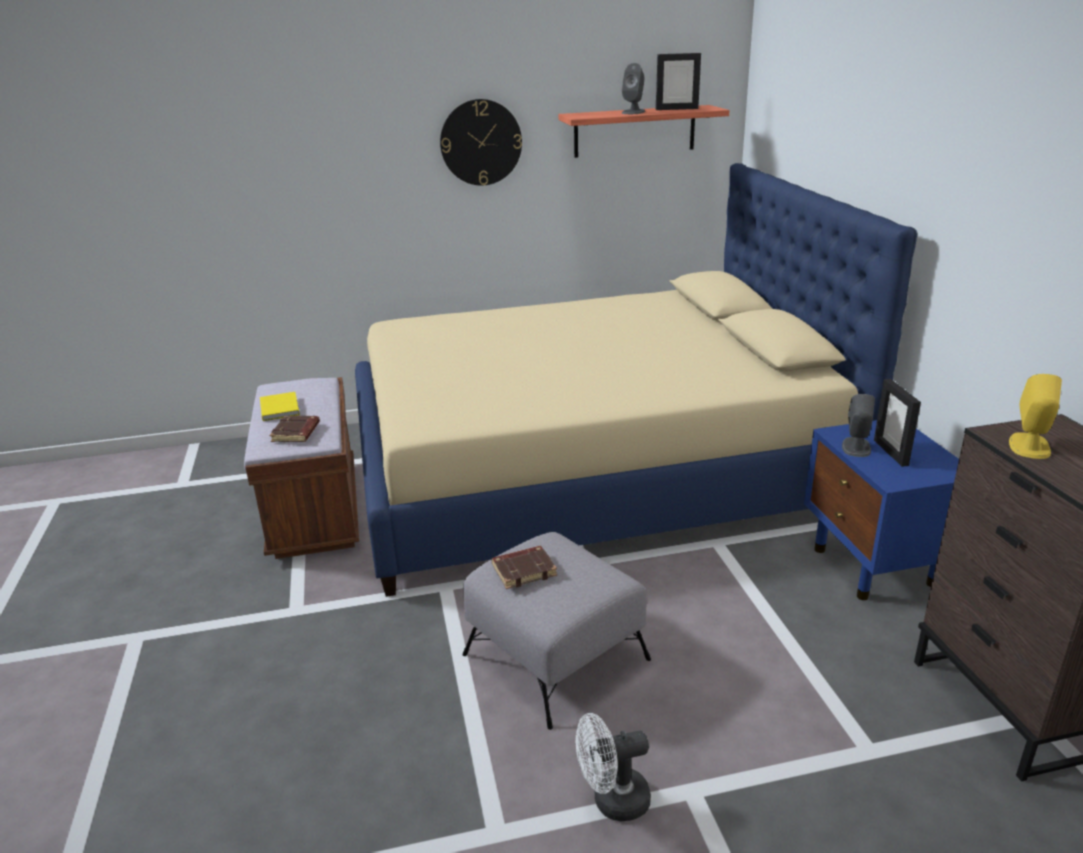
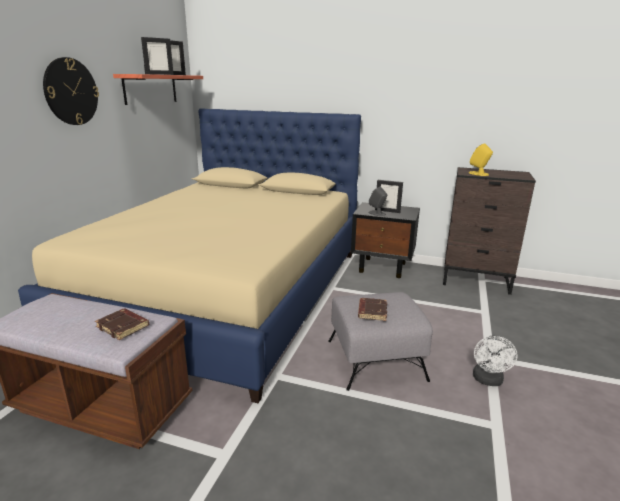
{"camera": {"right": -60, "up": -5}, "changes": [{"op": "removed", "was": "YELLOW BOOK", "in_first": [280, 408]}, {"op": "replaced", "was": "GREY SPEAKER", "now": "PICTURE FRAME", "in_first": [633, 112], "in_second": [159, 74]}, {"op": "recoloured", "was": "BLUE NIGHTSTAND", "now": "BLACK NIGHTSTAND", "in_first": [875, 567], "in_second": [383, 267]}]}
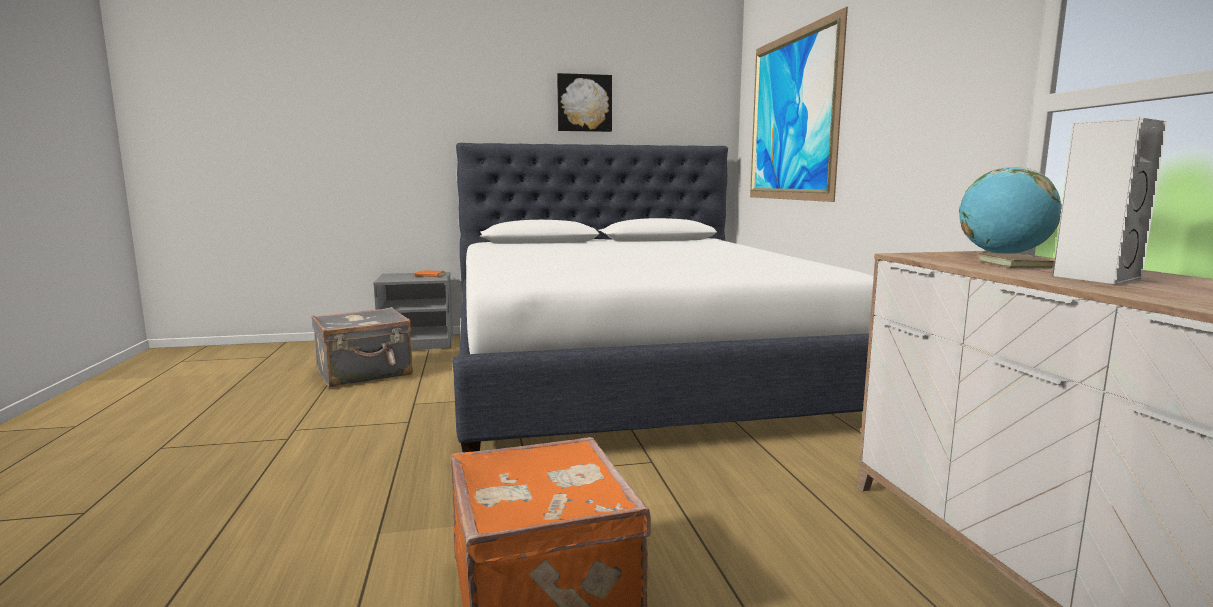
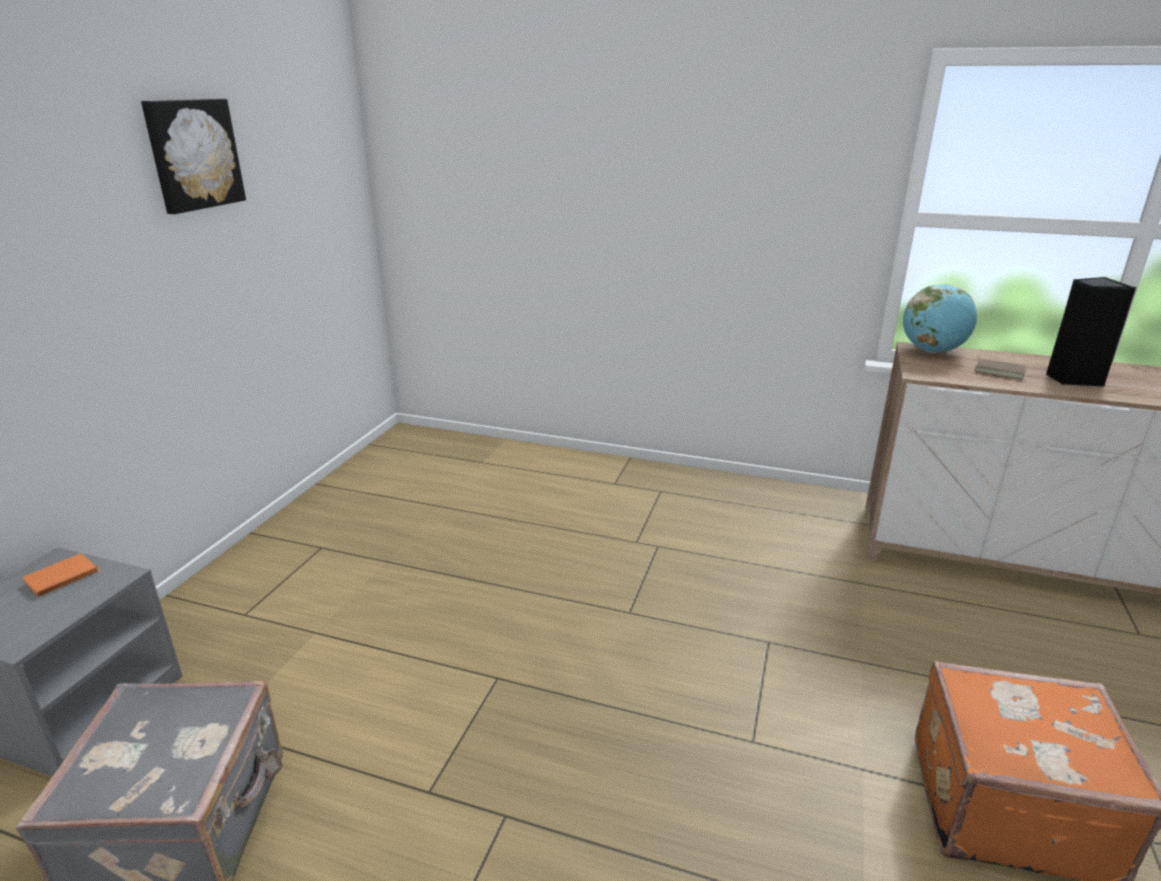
{"camera": {"right": -60, "up": 15}, "changes": [{"op": "removed", "was": "WHITE BED", "in_first": [631, 370]}, {"op": "removed", "was": "PICTURE", "in_first": [791, 117]}, {"op": "recoloured", "was": "WHITE SPEAKER", "now": "BLACK SPEAKER", "in_first": [1095, 278], "in_second": [1072, 379]}]}
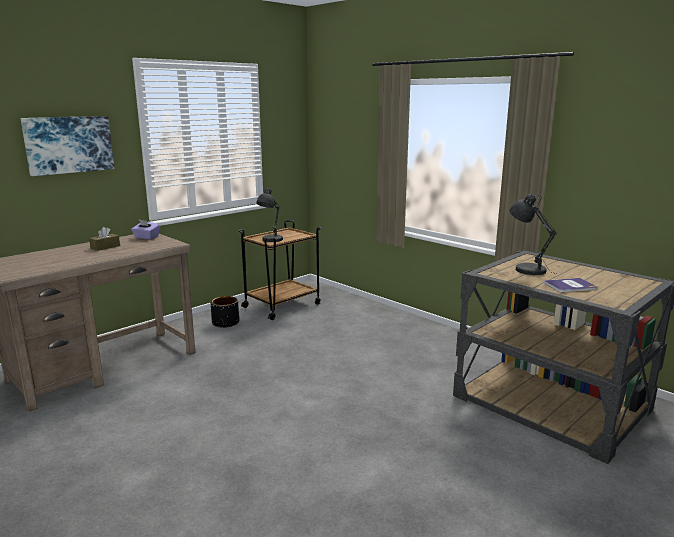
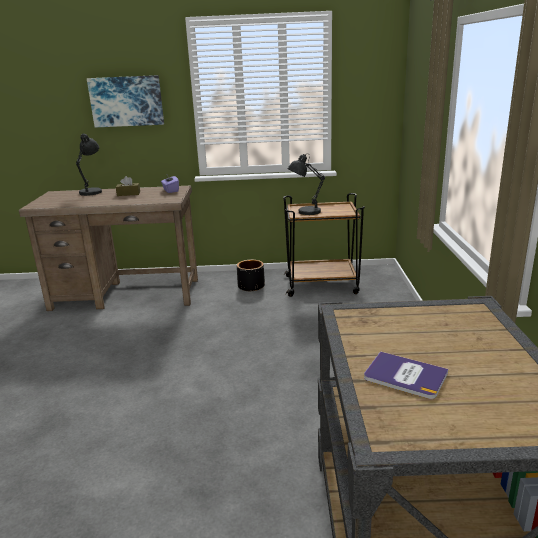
{"camera": {"right": 45, "up": 5}, "changes": [{"op": "moved", "was": "GREY TABLE LAMP", "in_first": [527, 269], "in_second": [92, 192]}]}
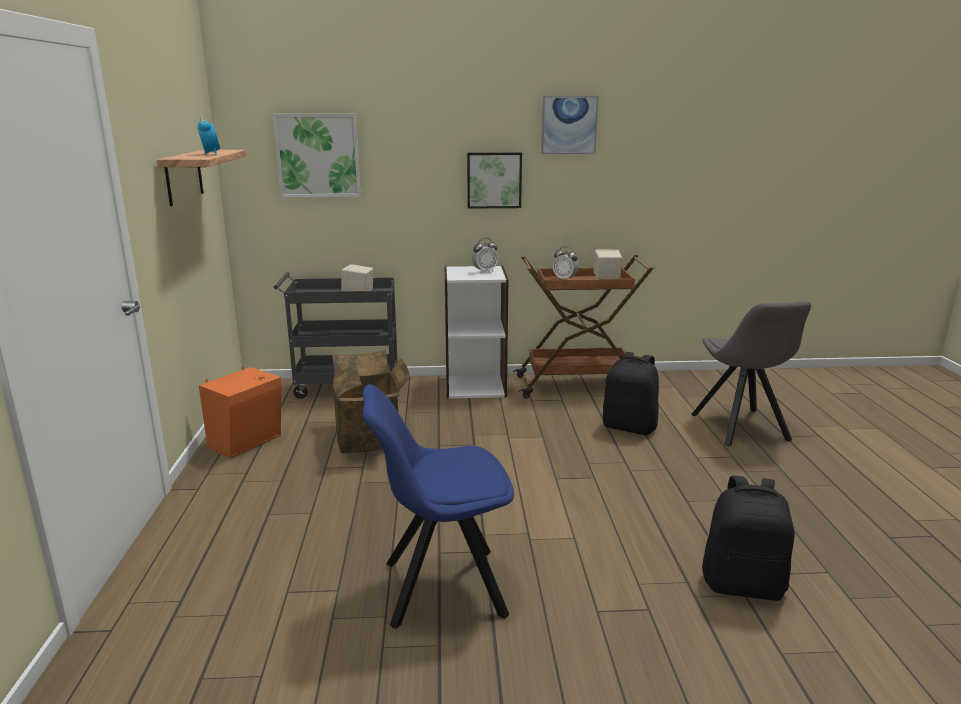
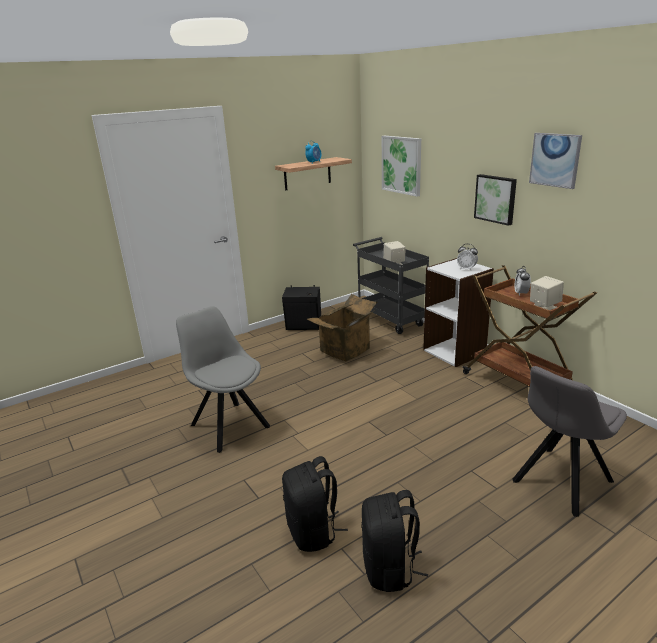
{"camera": {"right": 60, "up": 5}, "changes": [{"op": "moved", "was": "BLACK BACKPACK", "in_first": [630, 427], "in_second": [390, 568]}, {"op": "recoloured", "was": "ORANGE SPEAKER", "now": "BLACK SPEAKER", "in_first": [248, 442], "in_second": [304, 326]}, {"op": "recoloured", "was": "BLUE CHAIR", "now": "GREY CHAIR", "in_first": [442, 588], "in_second": [229, 426]}]}
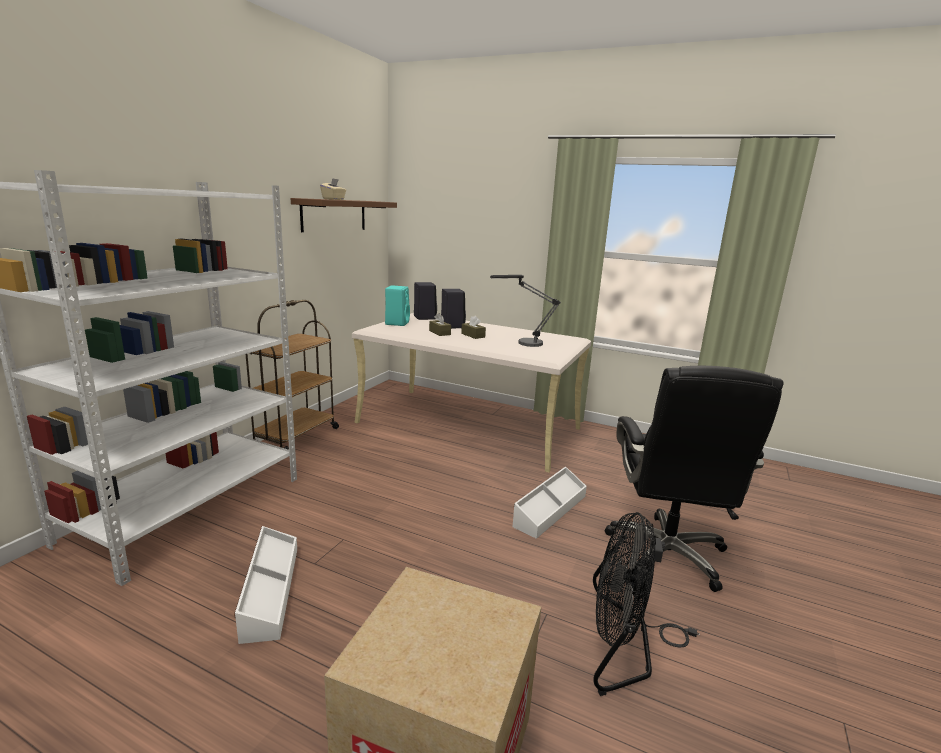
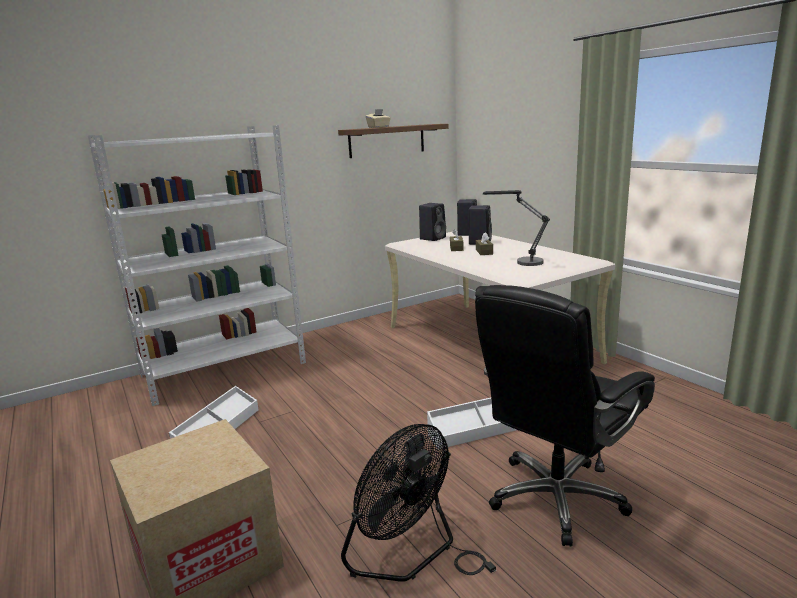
{"camera": {"right": 35, "up": 0}, "changes": [{"op": "removed", "was": "BROWN CART", "in_first": [296, 438]}, {"op": "recoloured", "was": "TURQUOISE SPEAKER", "now": "BLACK SPEAKER", "in_first": [397, 323], "in_second": [433, 238]}]}
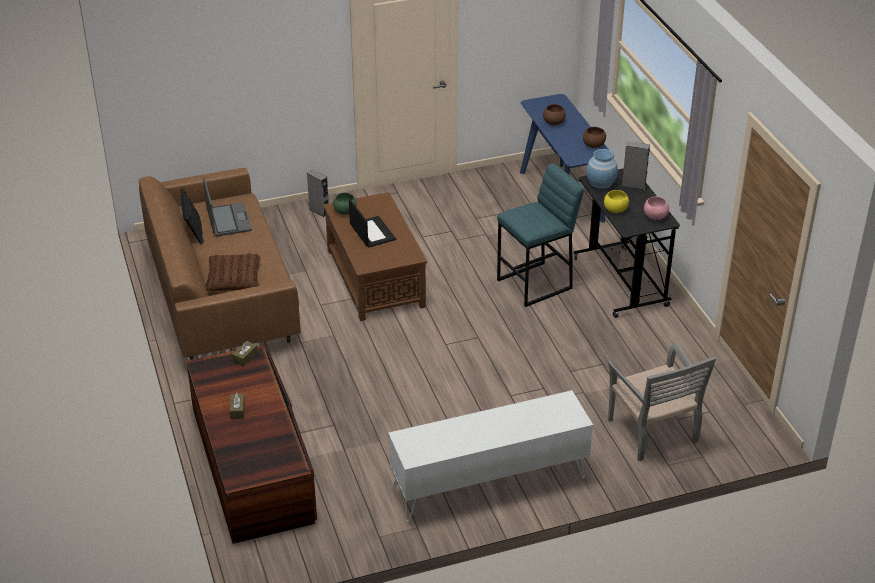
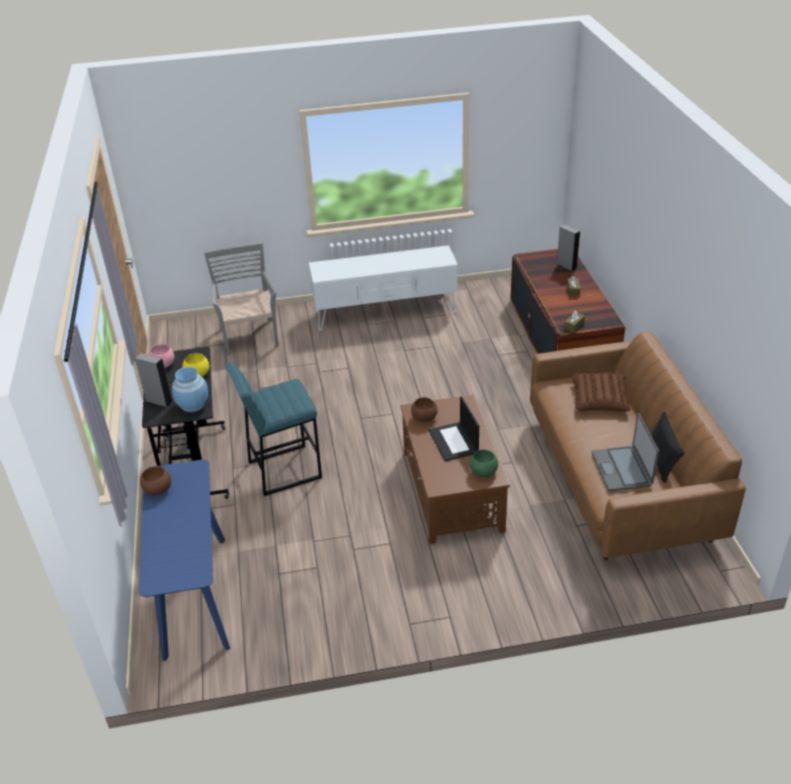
{"camera": {"right": -170, "up": 0}, "changes": [{"op": "moved", "was": "GREY SPEAKER", "in_first": [319, 211], "in_second": [566, 266]}, {"op": "moved", "was": "BROWN BOWL", "in_first": [554, 122], "in_second": [423, 418]}]}
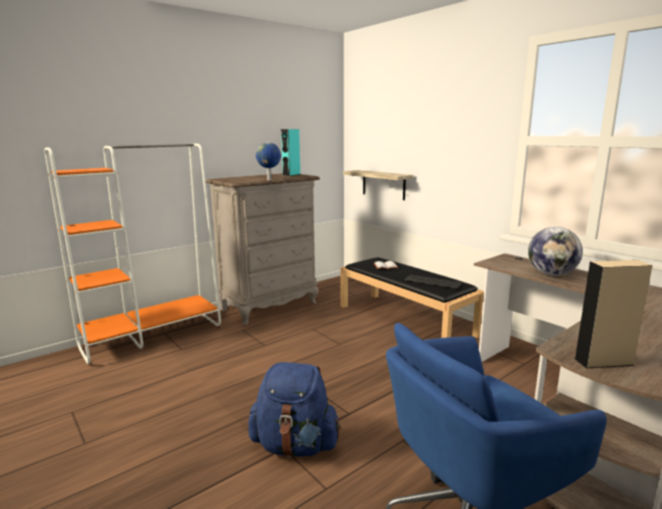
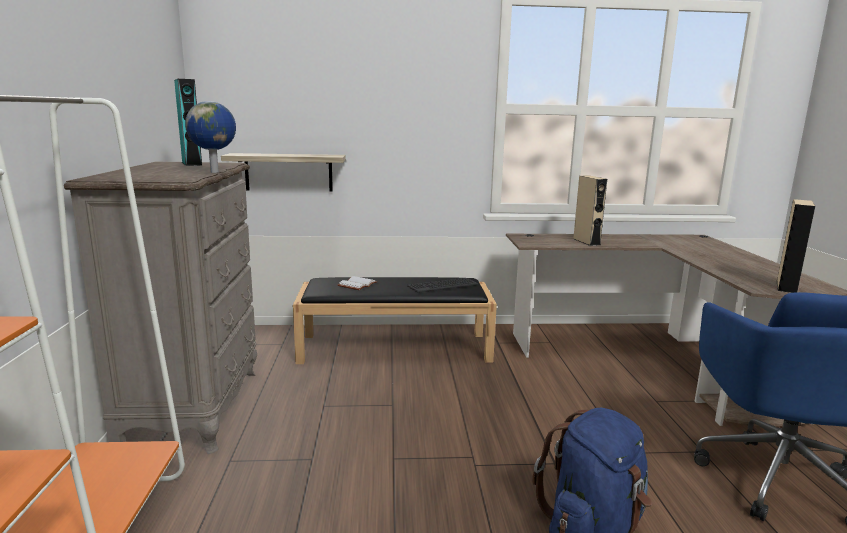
{"camera": {"right": -55, "up": 0}, "changes": [{"op": "replaced", "was": "GLOBE", "now": "BEIGE SPEAKER", "in_first": [551, 274], "in_second": [586, 241]}]}
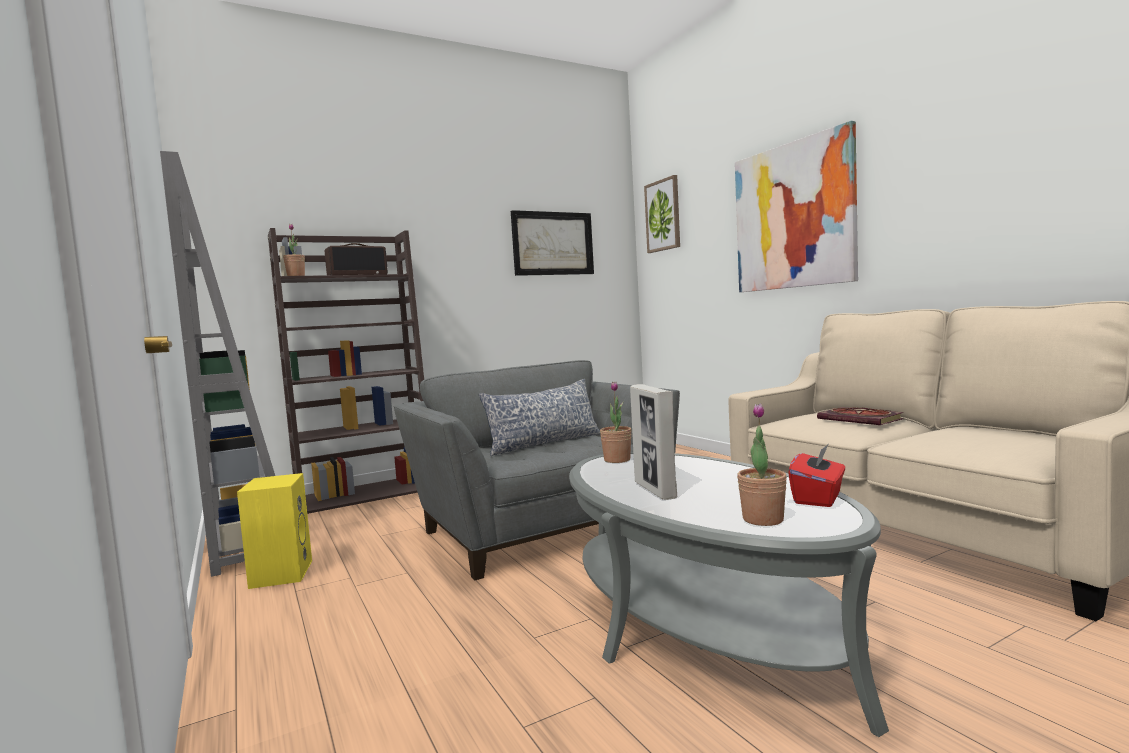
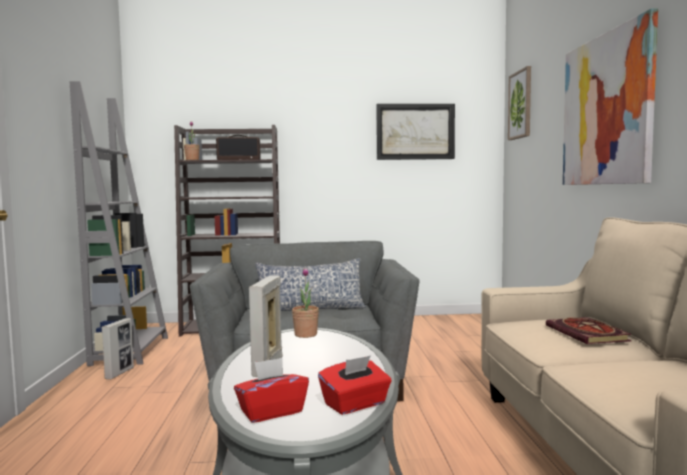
{"camera": {"right": 25, "up": 0}, "changes": [{"op": "replaced", "was": "YELLOW SPEAKER", "now": "PICTURE FRAME", "in_first": [280, 573], "in_second": [119, 373]}, {"op": "replaced", "was": "POTTED PLANT", "now": "RED TISSUE BOX", "in_first": [763, 519], "in_second": [271, 412]}]}
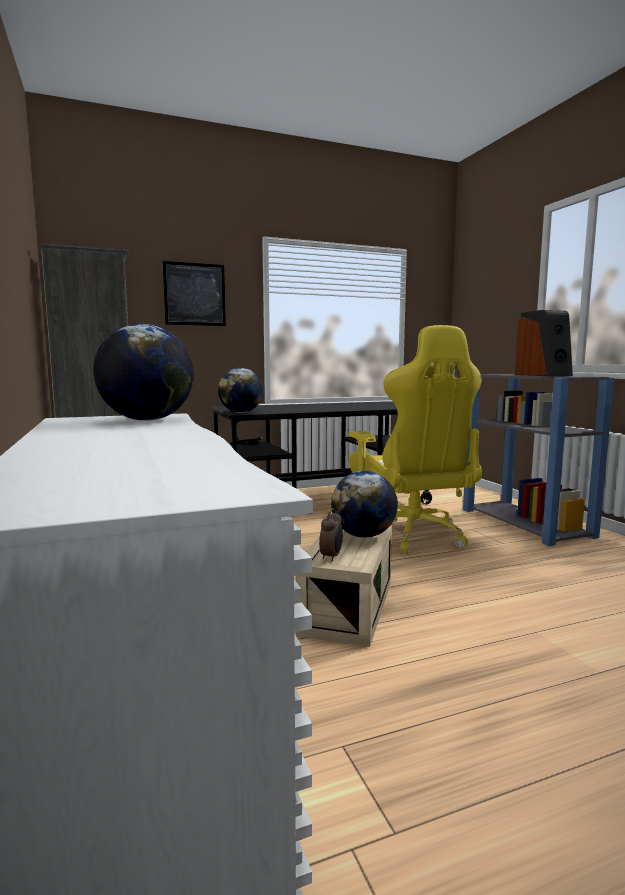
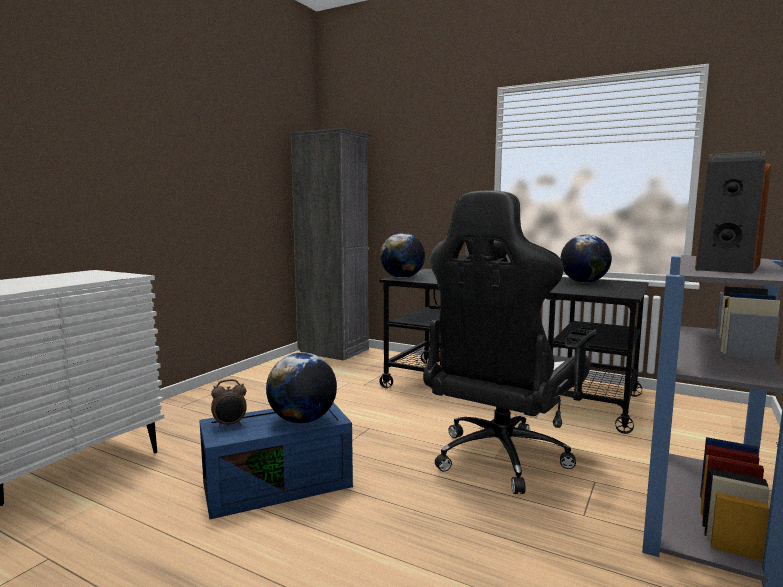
{"camera": {"right": 50, "up": 0}, "changes": [{"op": "removed", "was": "PICTURE", "in_first": [194, 294]}, {"op": "moved", "was": "GLOBE", "in_first": [147, 420], "in_second": [584, 282]}, {"op": "recoloured", "was": "BEIGE STORAGE BOX", "now": "BLUE STORAGE BOX", "in_first": [346, 605], "in_second": [279, 483]}, {"op": "recoloured", "was": "YELLOW OFFICE CHAIR", "now": "BLACK OFFICE CHAIR", "in_first": [409, 534], "in_second": [503, 454]}]}
